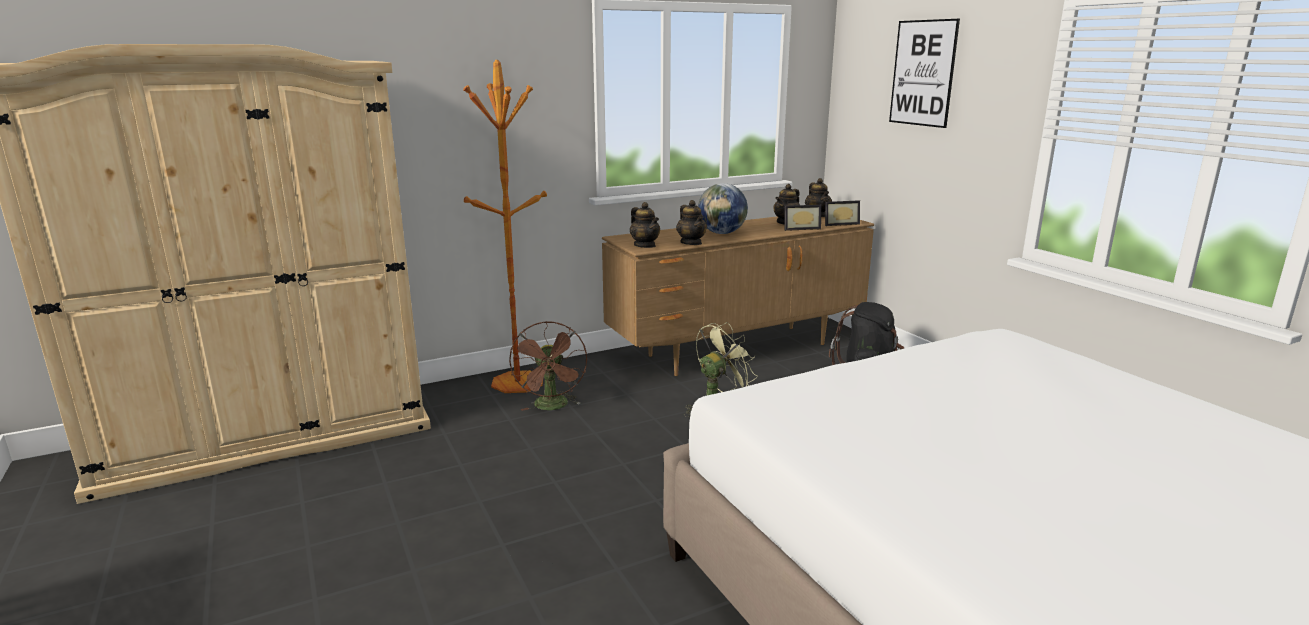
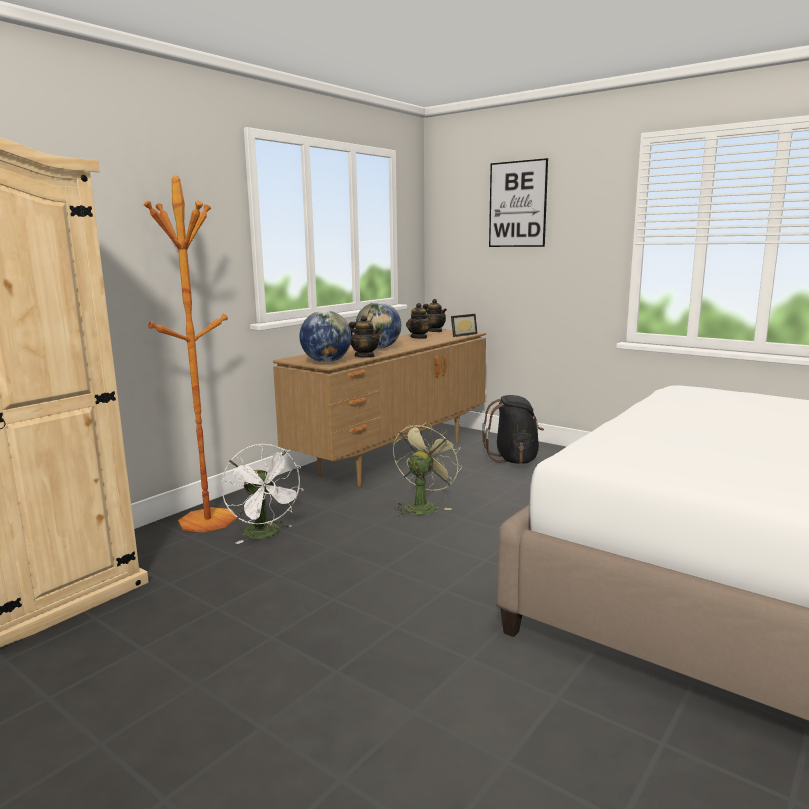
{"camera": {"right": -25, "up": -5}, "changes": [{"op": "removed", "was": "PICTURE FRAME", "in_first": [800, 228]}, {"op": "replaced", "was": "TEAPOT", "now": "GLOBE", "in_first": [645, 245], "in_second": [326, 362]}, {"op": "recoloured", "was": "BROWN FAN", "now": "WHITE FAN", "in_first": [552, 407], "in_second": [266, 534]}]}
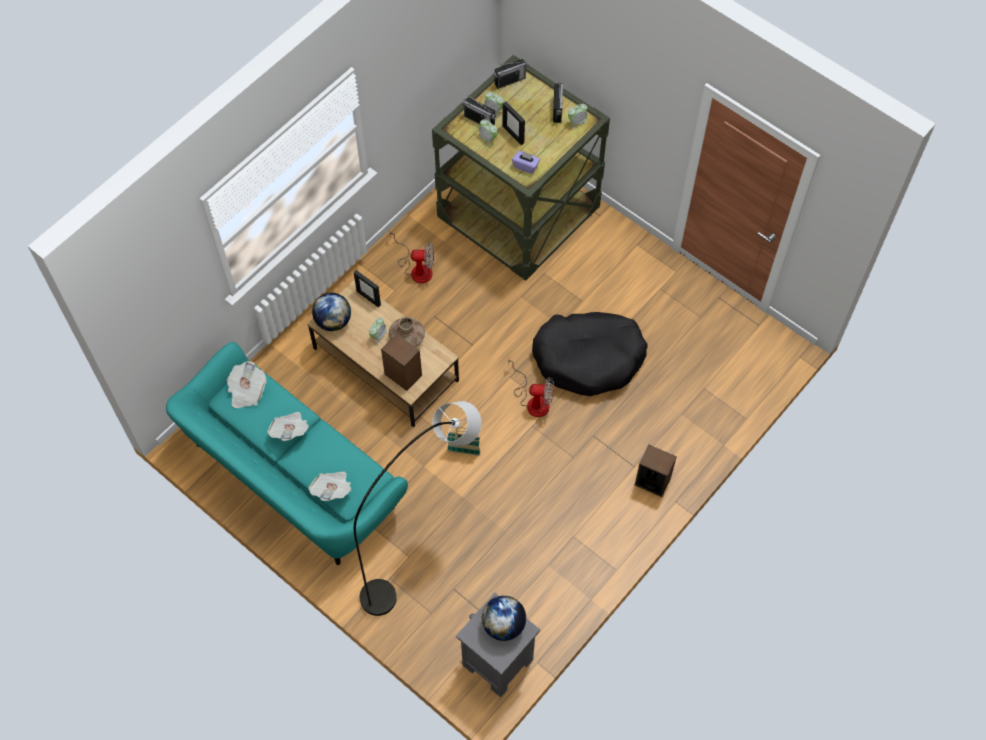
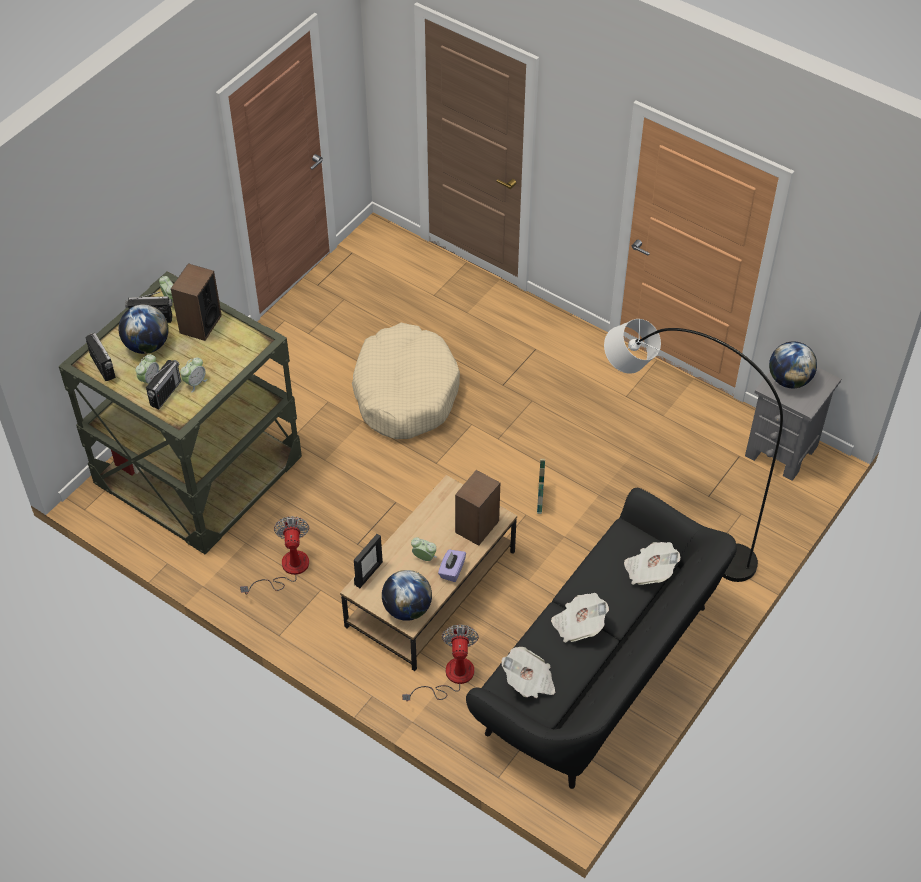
{"camera": {"right": -95, "up": -10}, "changes": [{"op": "removed", "was": "BROWN VASE", "in_first": [407, 338]}, {"op": "removed", "was": "PICTURE FRAME", "in_first": [513, 134]}, {"op": "added", "now": "GLOBE", "in_second": [147, 345]}, {"op": "moved", "was": "FAN", "in_first": [533, 400], "in_second": [450, 677]}, {"op": "moved", "was": "PURPLE TISSUE BOX", "in_first": [526, 166], "in_second": [452, 570]}, {"op": "moved", "was": "SPEAKER", "in_first": [652, 481], "in_second": [200, 324]}, {"op": "recoloured", "was": "TURQUOISE SOFA", "now": "BLACK SOFA", "in_first": [292, 477], "in_second": [601, 671]}, {"op": "recoloured", "was": "BLACK DOG BED", "now": "BEIGE DOG BED", "in_first": [589, 358], "in_second": [405, 392]}]}
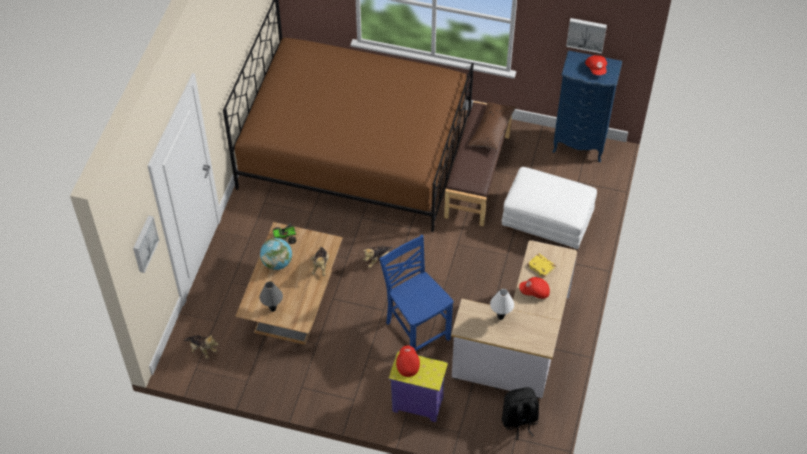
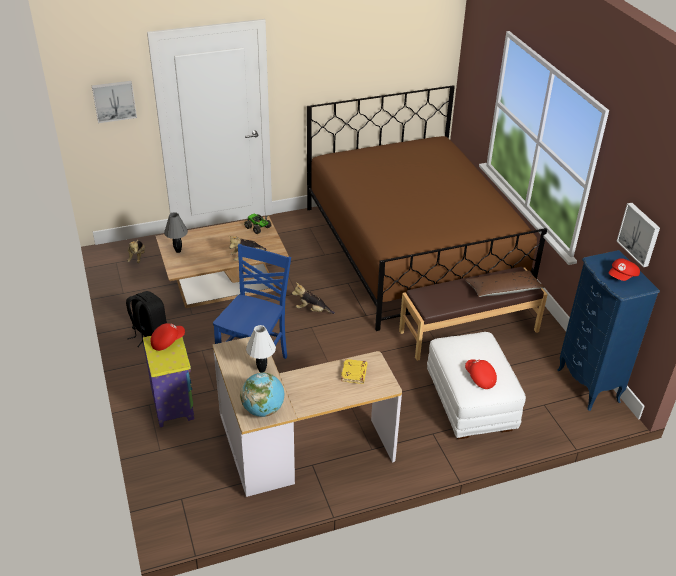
{"camera": {"right": 55, "up": -15}, "changes": [{"op": "moved", "was": "GLOBE", "in_first": [277, 263], "in_second": [263, 409]}, {"op": "moved", "was": "BLACK BACKPACK", "in_first": [519, 421], "in_second": [149, 334]}, {"op": "moved", "was": "RED CAP", "in_first": [534, 292], "in_second": [479, 378]}]}
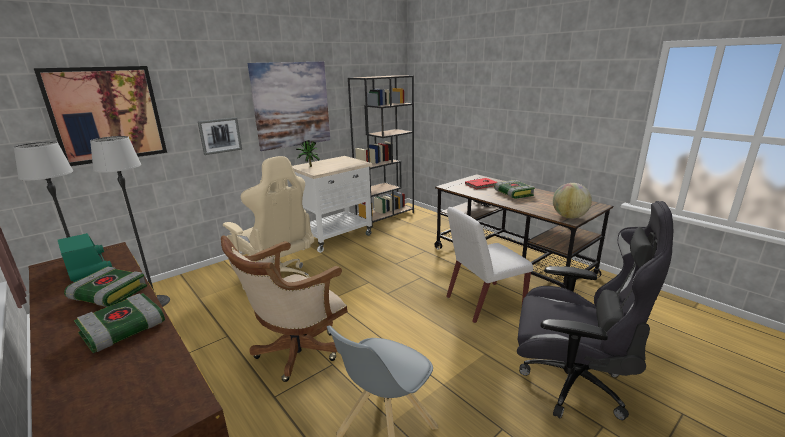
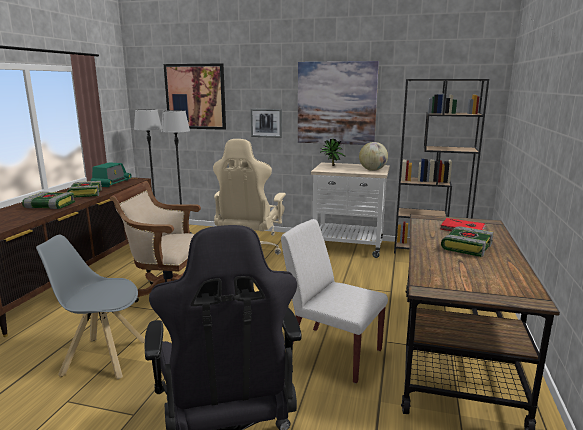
{"camera": {"right": 55, "up": -5}, "changes": [{"op": "moved", "was": "GLOBE", "in_first": [569, 217], "in_second": [372, 170]}]}
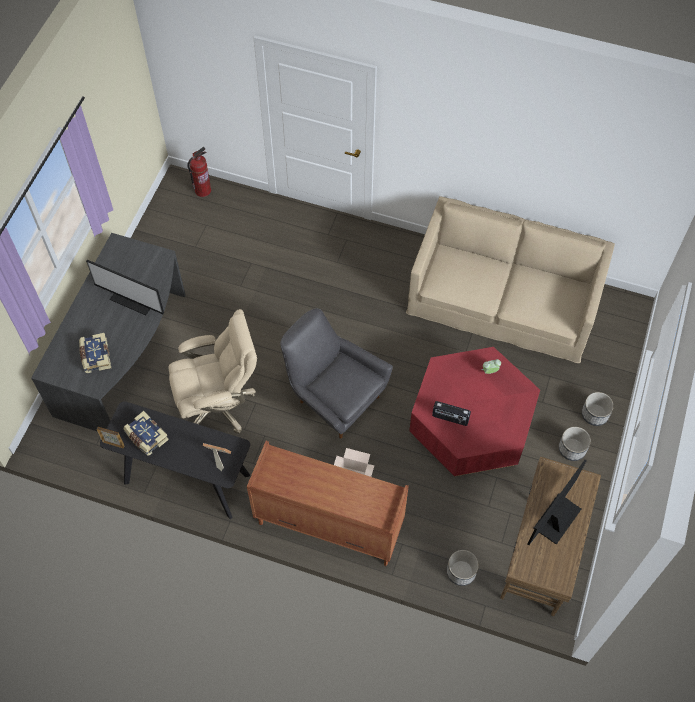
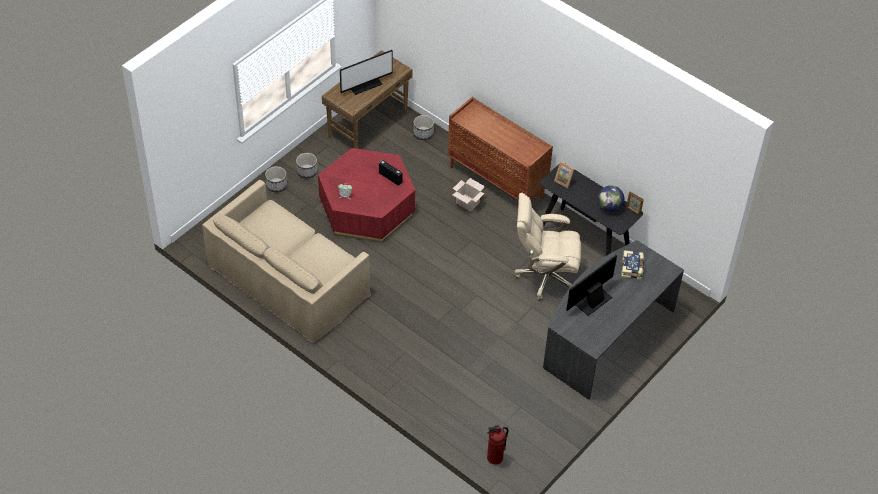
{"camera": {"right": -160, "up": -10}, "changes": [{"op": "removed", "was": "GREY ARMCHAIR", "in_first": [334, 398]}, {"op": "replaced", "was": "BOOK", "now": "GLOBE", "in_first": [146, 437], "in_second": [609, 207]}, {"op": "turned", "was": "MONITOR", "in_first": [133, 299], "in_second": [592, 300], "clockwise": -90}]}
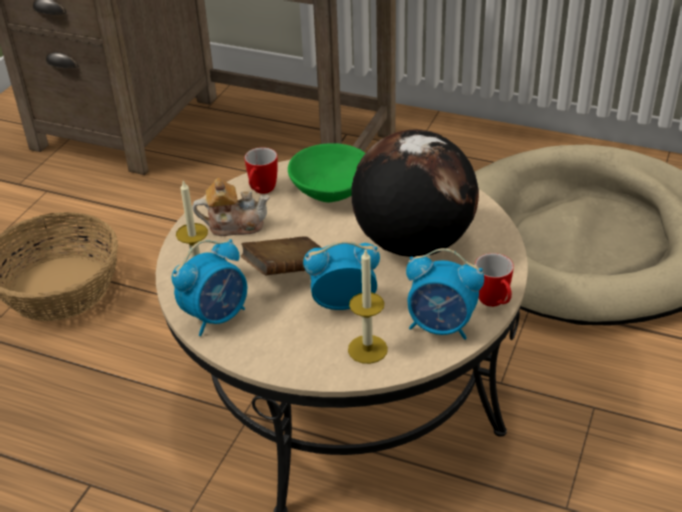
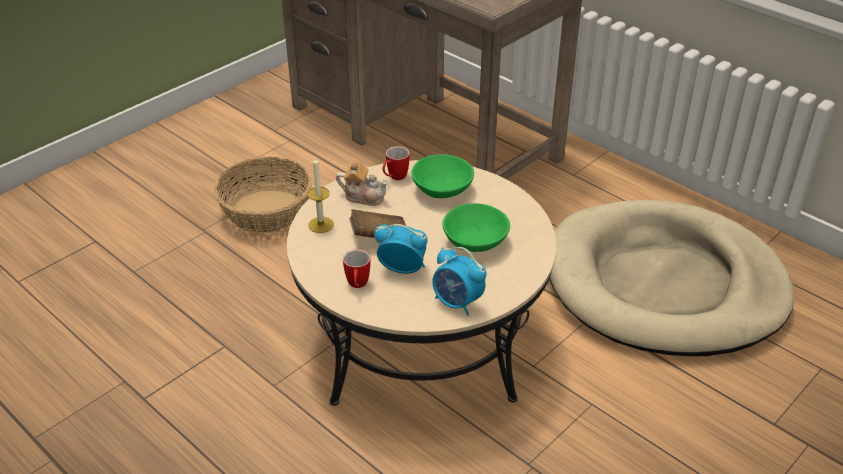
{"camera": {"right": 20, "up": 0}, "changes": [{"op": "removed", "was": "ALARM CLOCK", "in_first": [217, 316]}, {"op": "removed", "was": "CANDLE", "in_first": [367, 349]}, {"op": "moved", "was": "MUG", "in_first": [495, 303], "in_second": [357, 286]}, {"op": "replaced", "was": "GLOBE", "now": "GREEN BOWL", "in_first": [412, 244], "in_second": [474, 242]}]}
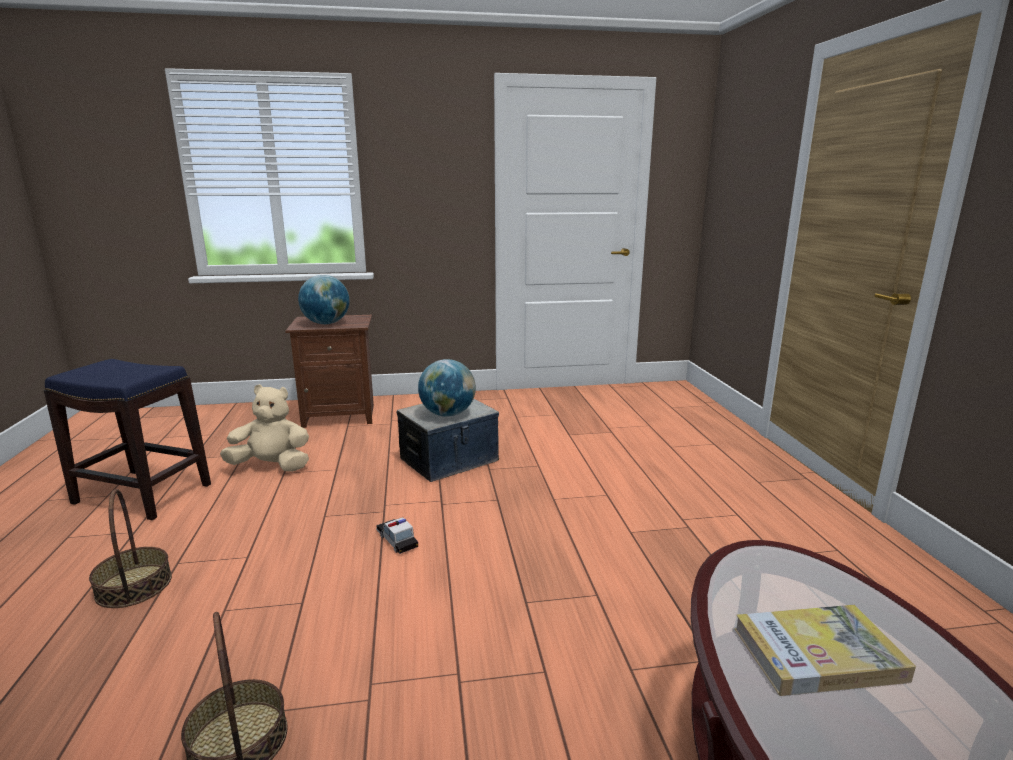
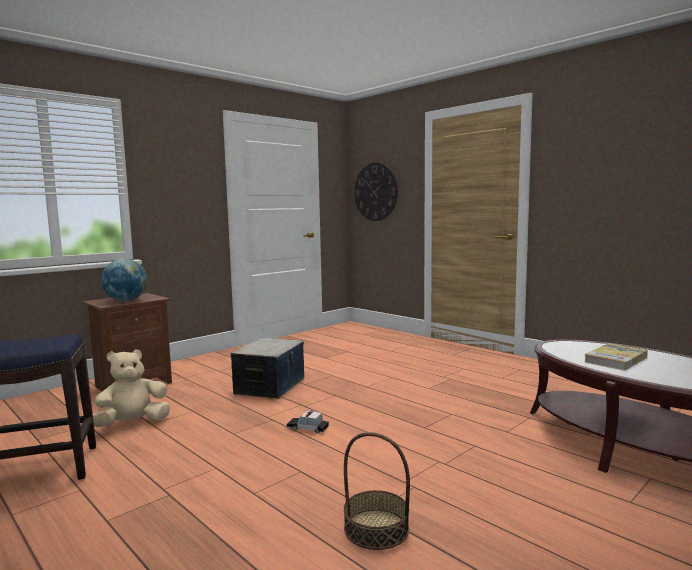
{"camera": {"right": -35, "up": -10}, "changes": [{"op": "removed", "was": "BASKET", "in_first": [134, 586]}, {"op": "removed", "was": "GLOBE", "in_first": [448, 414]}, {"op": "added", "now": "WALL CLOCK", "in_second": [375, 192]}]}
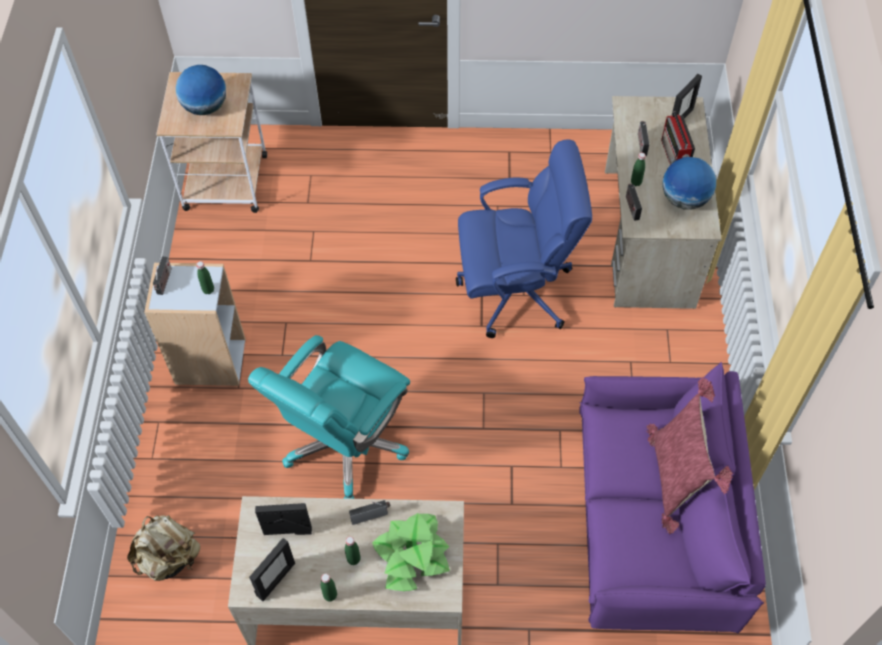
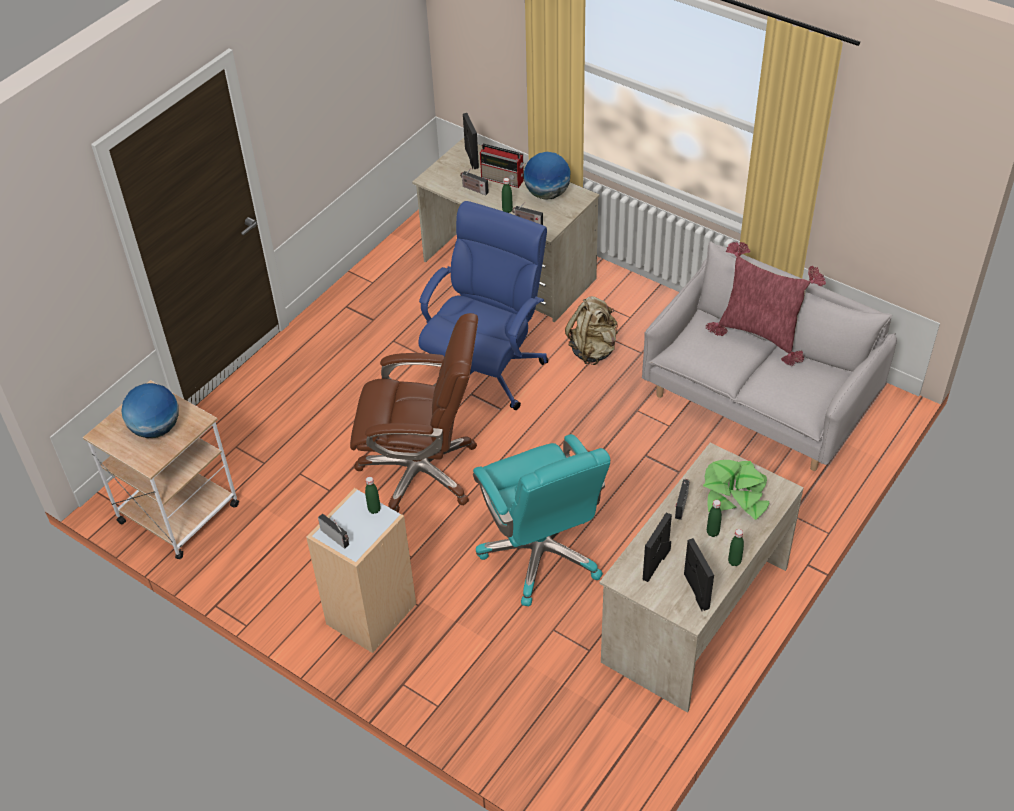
{"camera": {"right": -55, "up": -10}, "changes": [{"op": "added", "now": "BROWN OFFICE CHAIR", "in_second": [421, 471]}, {"op": "moved", "was": "BEIGE BACKPACK", "in_first": [169, 558], "in_second": [593, 350]}, {"op": "recoloured", "was": "PURPLE SOFA", "now": "GREY SOFA", "in_first": [651, 526], "in_second": [758, 400]}]}
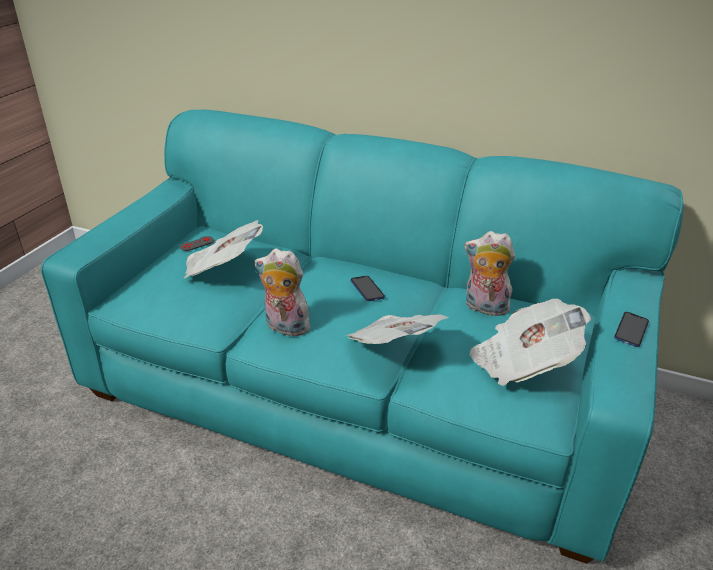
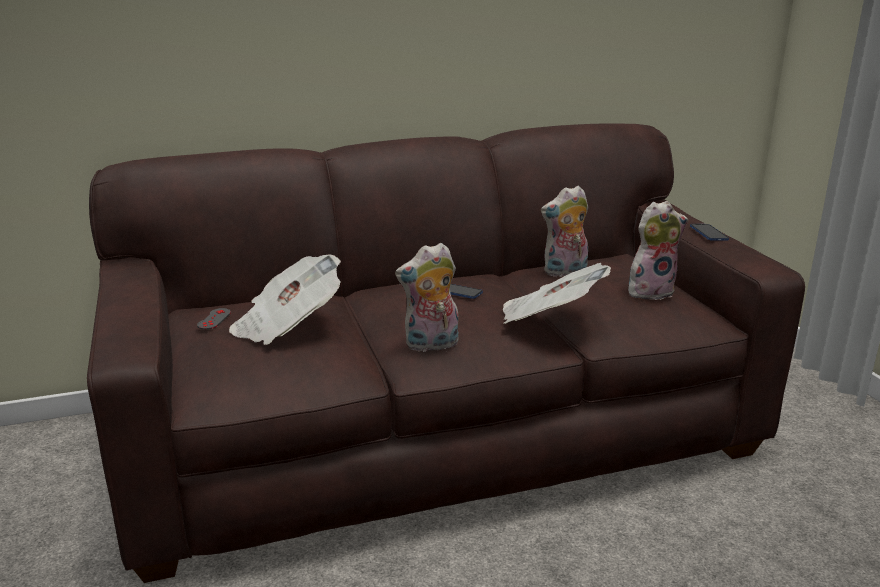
{"camera": {"right": -40, "up": -10}, "changes": [{"op": "replaced", "was": "NEWSPAPER", "now": "PLUSH TOY", "in_first": [523, 362], "in_second": [651, 291]}, {"op": "recoloured", "was": "TURQUOISE SOFA", "now": "BROWN SOFA", "in_first": [354, 394], "in_second": [438, 437]}]}
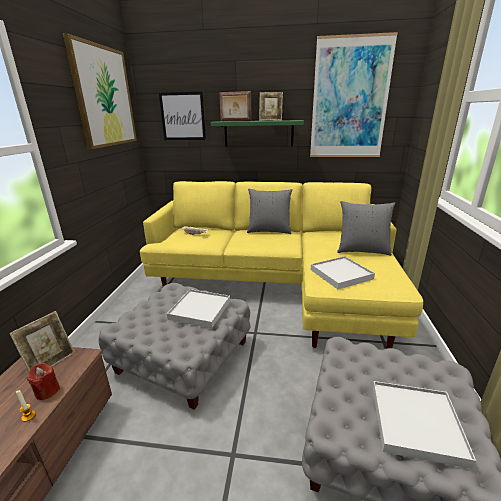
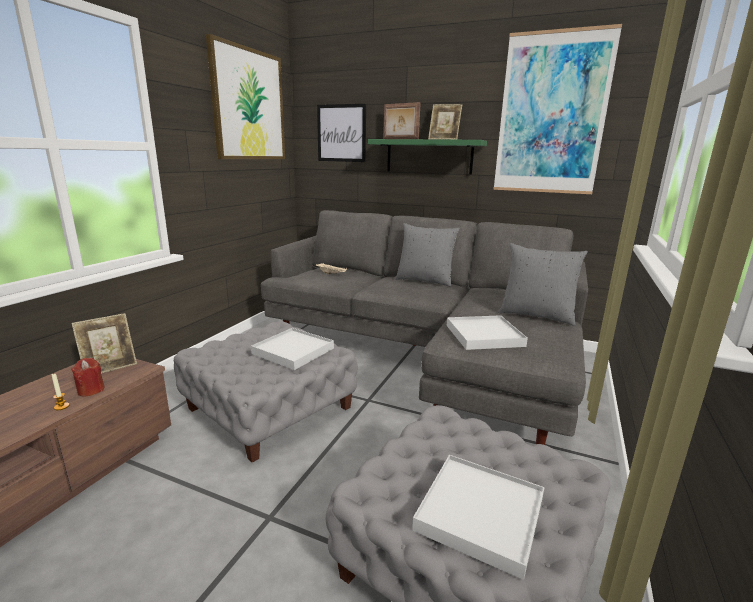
{"camera": {"right": 15, "up": -5}, "changes": [{"op": "recoloured", "was": "YELLOW SOFA", "now": "GREY SOFA", "in_first": [278, 286], "in_second": [427, 355]}]}
